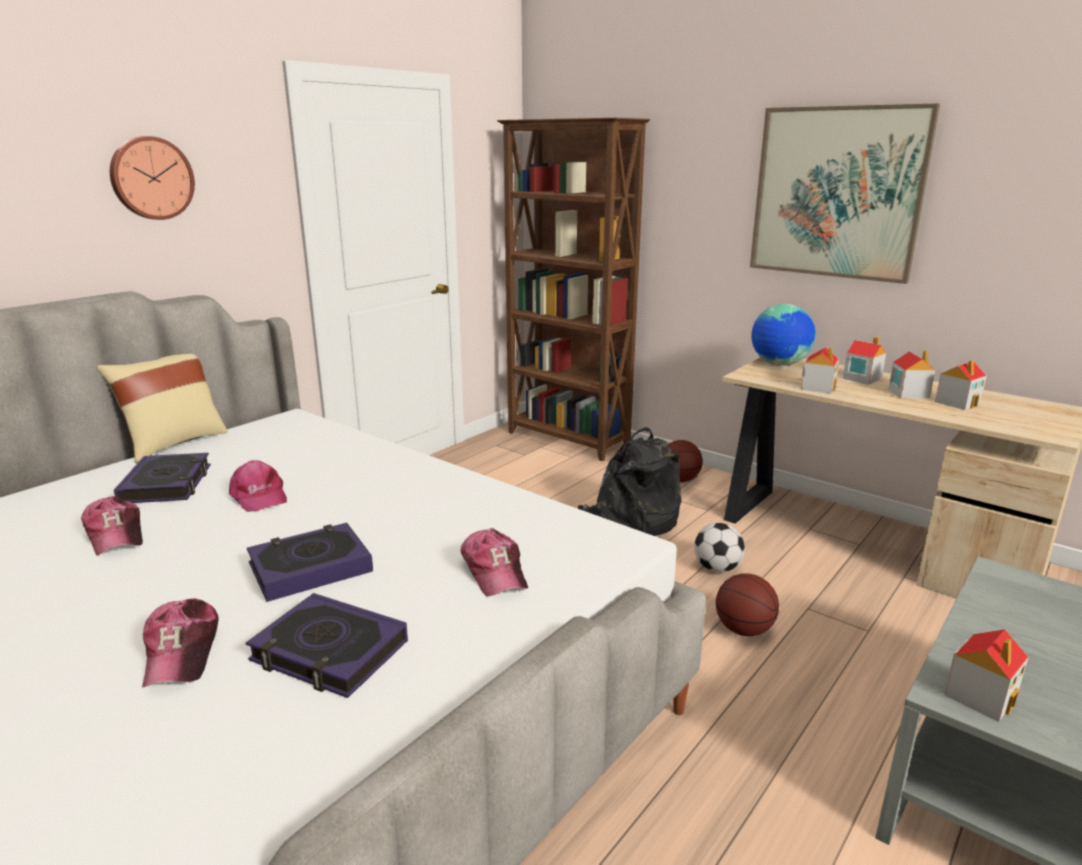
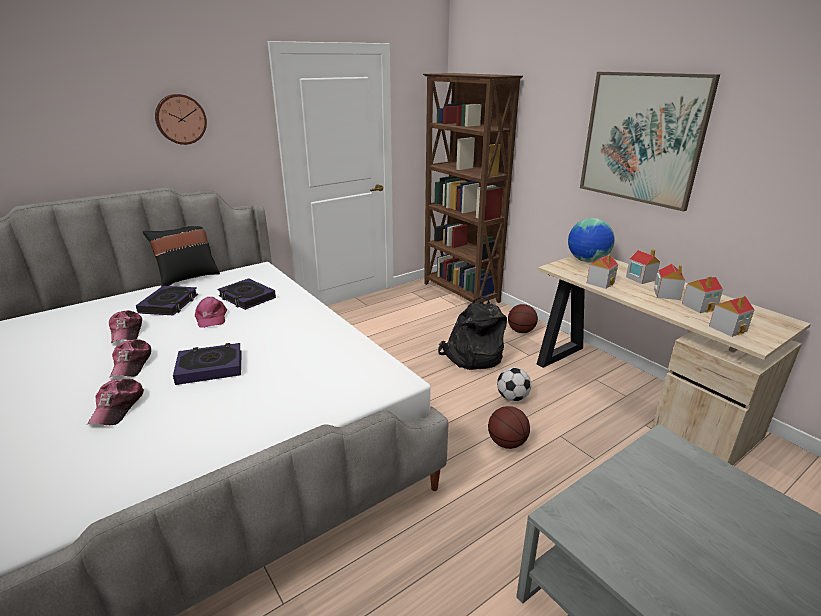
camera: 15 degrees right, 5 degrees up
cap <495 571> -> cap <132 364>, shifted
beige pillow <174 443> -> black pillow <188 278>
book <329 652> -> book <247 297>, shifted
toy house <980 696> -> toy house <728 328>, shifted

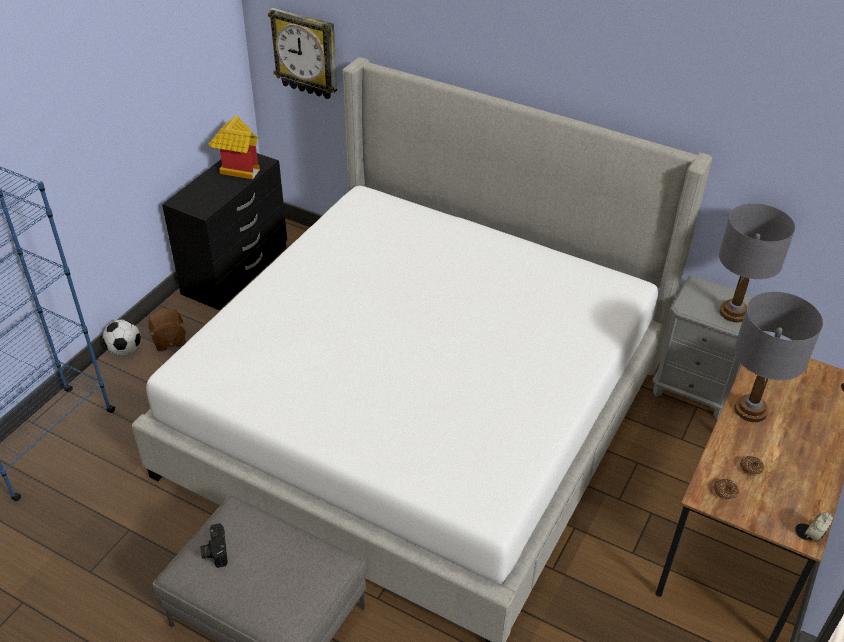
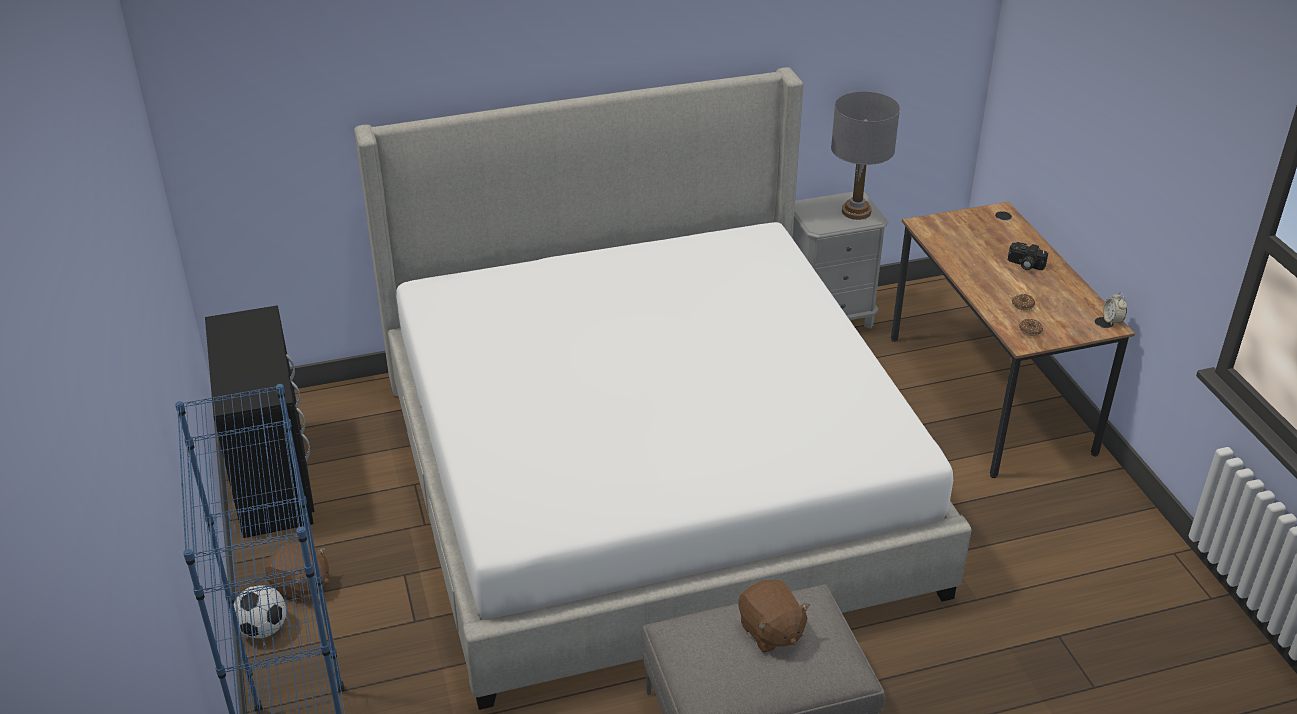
camera: 45 degrees left, 5 degrees down
none -> brown plush toy <770 632>
photo camera <214 551> -> photo camera <1024 265>, shifted
toy house <237 167> -> none
wall clock <306 53> -> none
grey table lamp <751 410> -> none

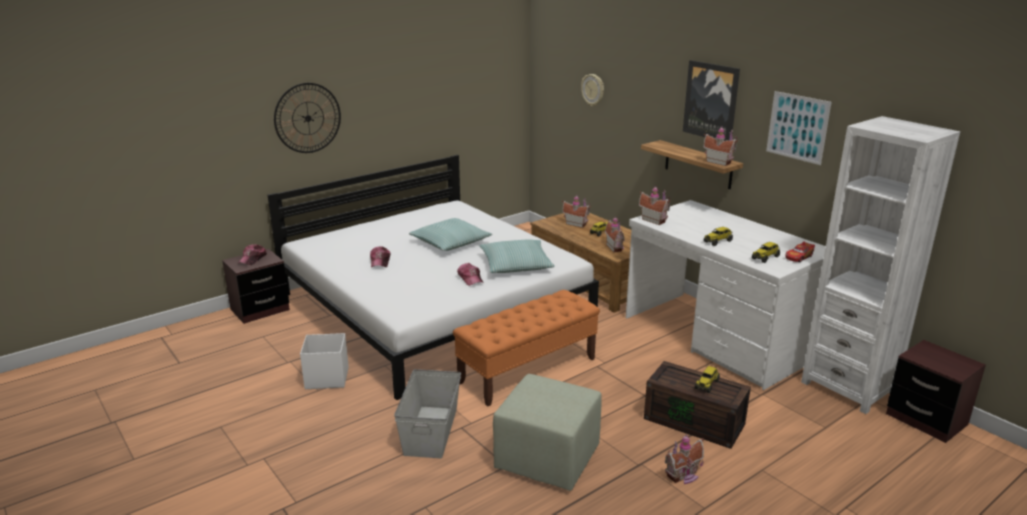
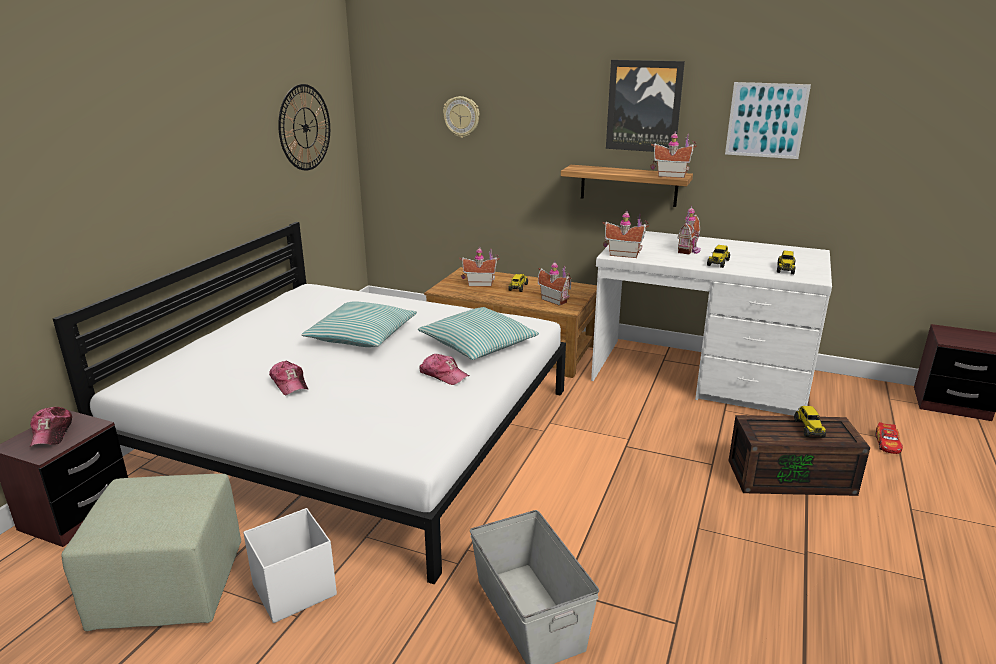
camera: 30 degrees left, 0 degrees up
green ottoman <548 459> -> green ottoman <172 587>, shifted
wall clock <308 118> -> wall clock <305 128>, shifted
toy house <684 476> -> toy house <689 250>, shifted
toy car <799 257> -> toy car <887 444>, shifted
orange bench <528 370> -> none
white bookcase <848 387> -> none

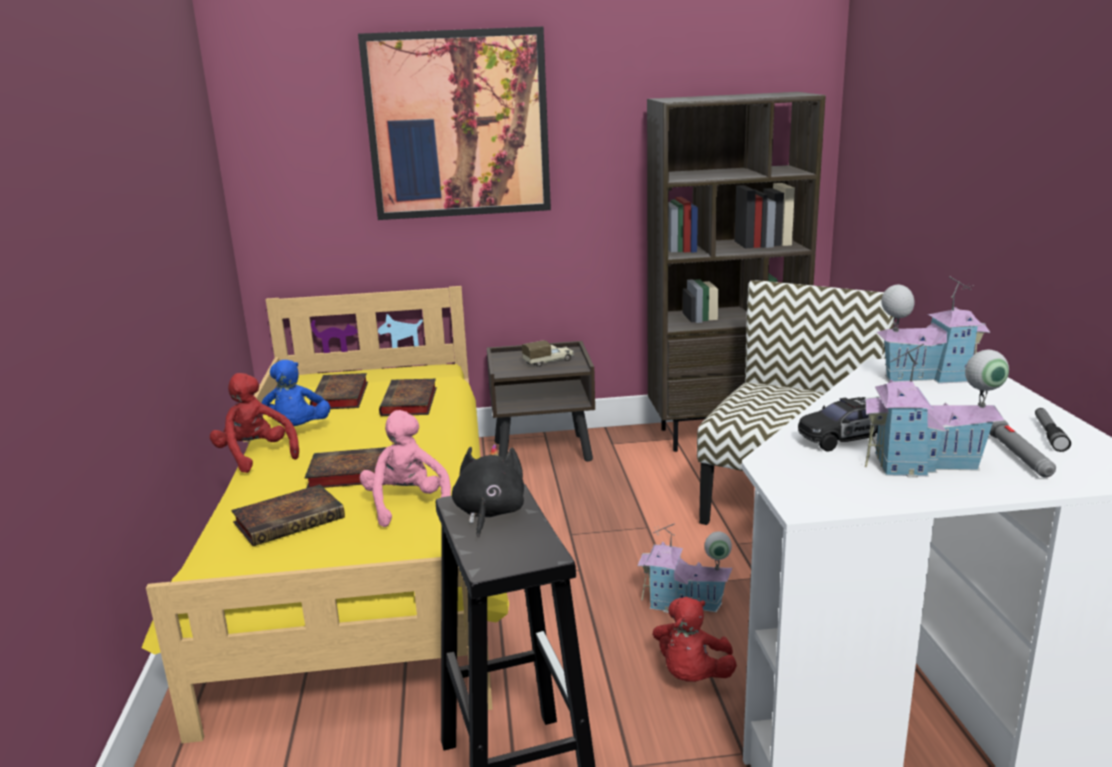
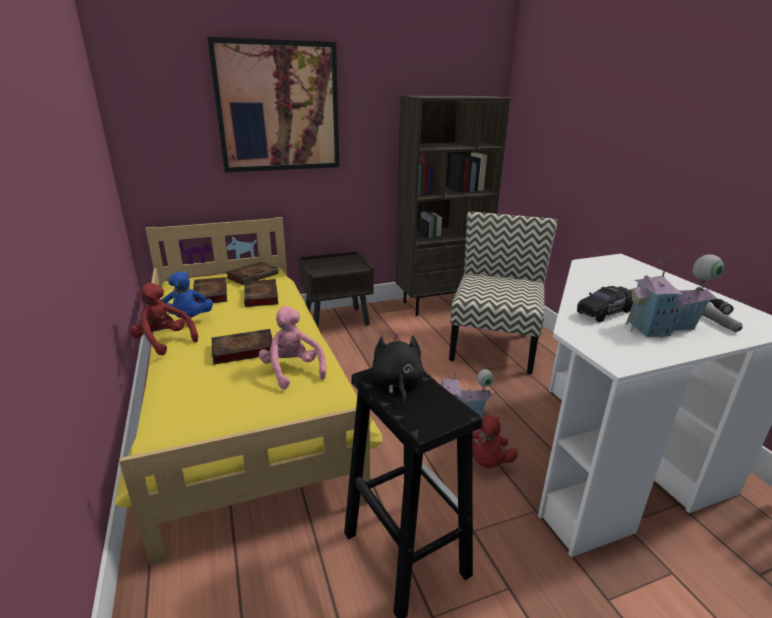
camera: 15 degrees left, 5 degrees up
book <291 520> -> book <253 275>, shifted
toy truck <549 361> -> none
toy house <926 376> -> none

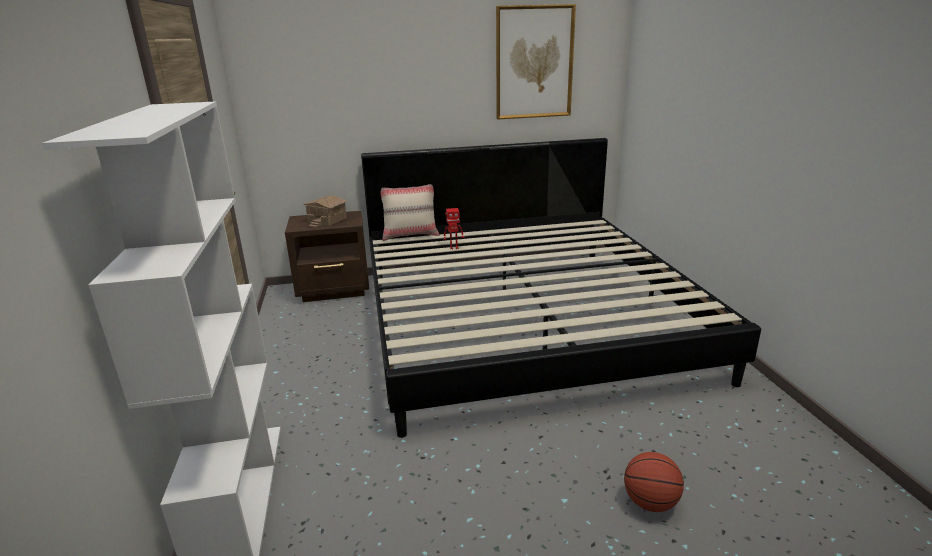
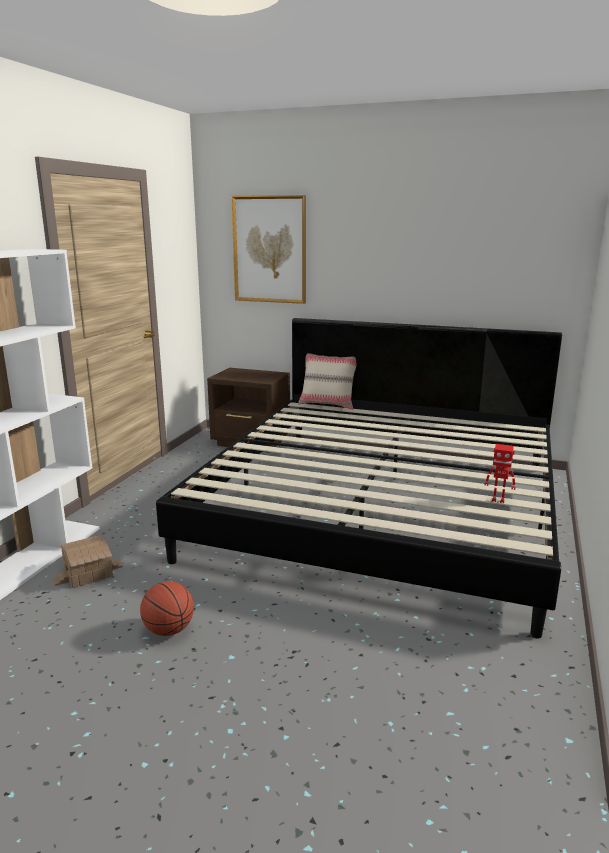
camera: 30 degrees right, 5 degrees down
toy house <326 220> -> toy house <88 572>, shifted
basketball <650 502> -> basketball <169 630>, shifted
picture <534 63> -> picture <269 249>, shifted
toy robot <454 248> -> toy robot <498 500>, shifted

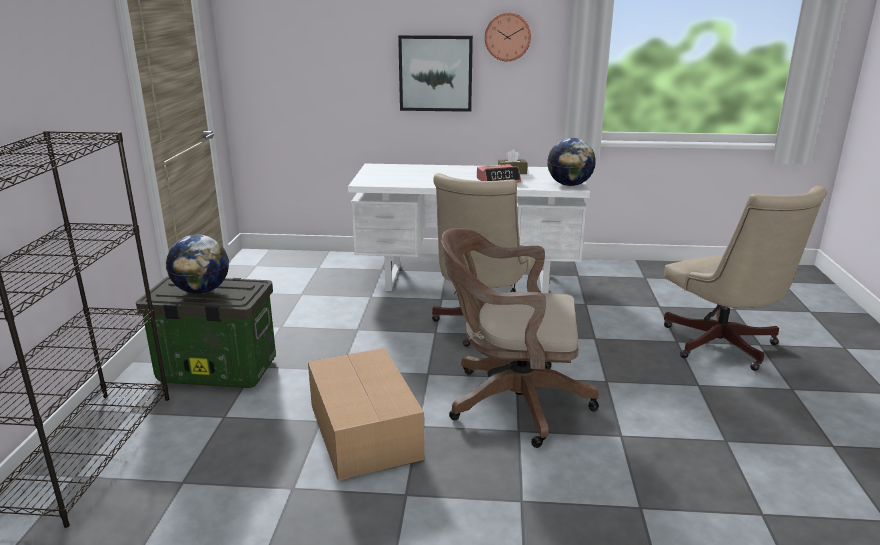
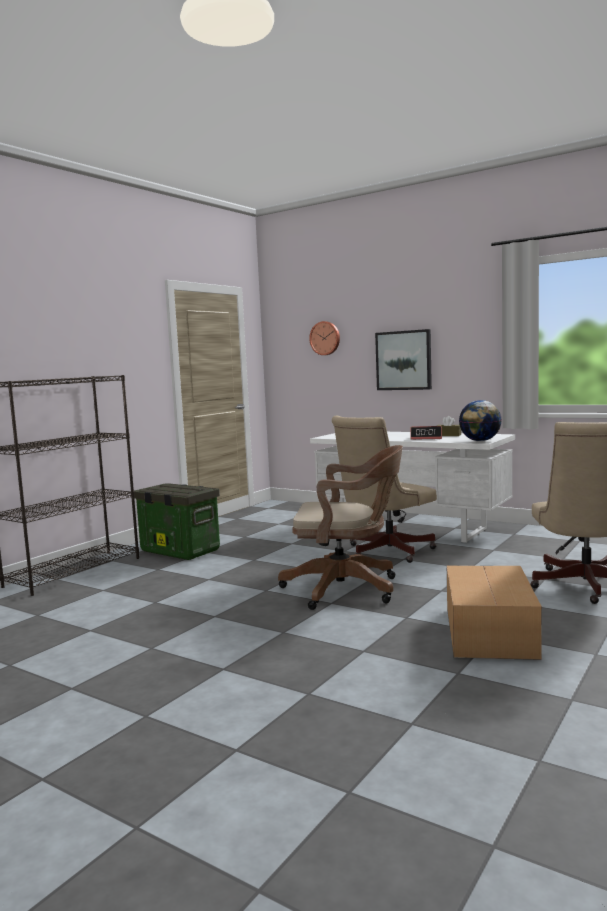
camera: 30 degrees right, 15 degrees down
brown office chair <510 401> -> brown office chair <347 589>, 150 degrees clockwise
wall clock <507 37> -> wall clock <325 338>, shifted
cardboard box <365 429> -> cardboard box <490 631>, shifted
globe <201 291> -> none

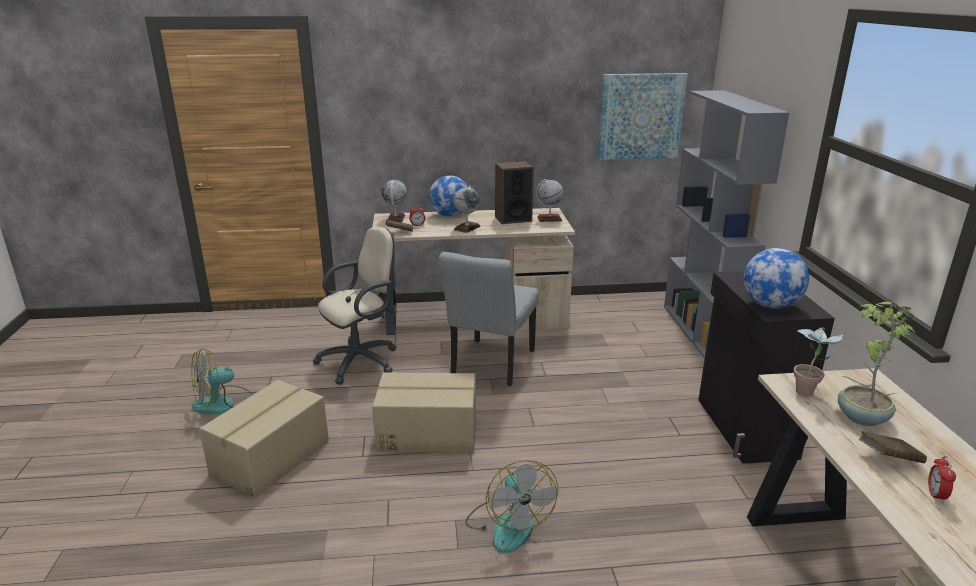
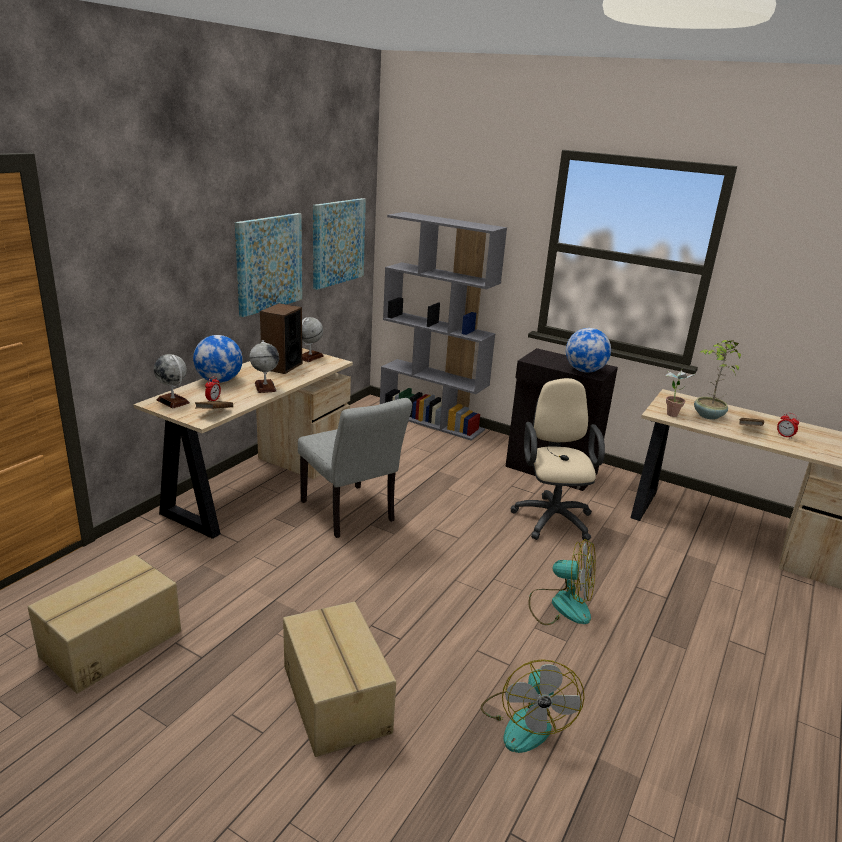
camera: 55 degrees left, 0 degrees up
cardboard box <427 433> -> cardboard box <110 643>, shifted
none -> picture <268 263>
fan <223 403> -> fan <525 721>, shifted
beige office chair <362 361> -> beige office chair <552 517>, shifted

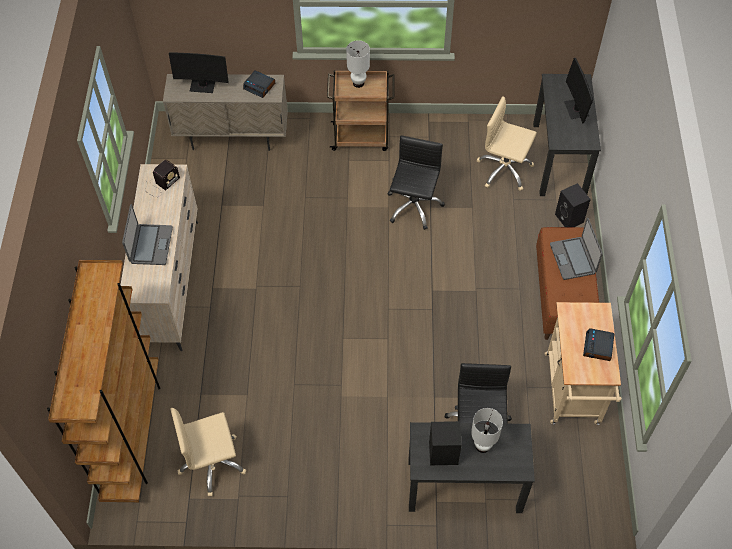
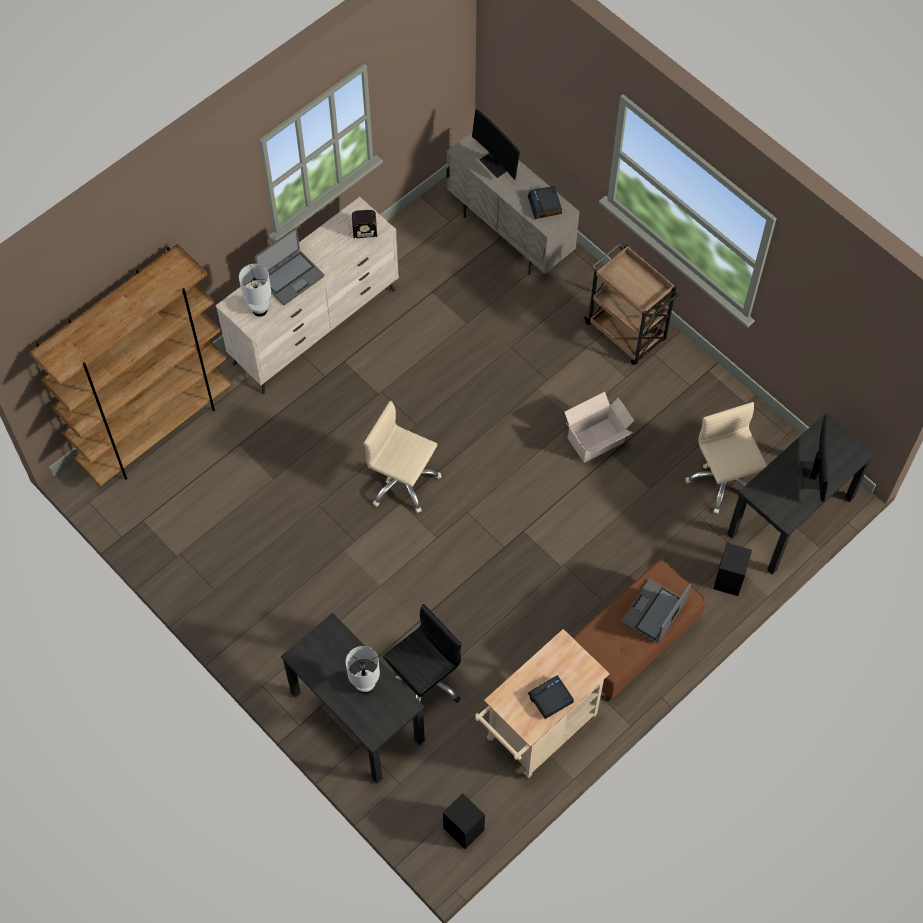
camera: 45 degrees right, 5 degrees up
white table lamp <358 83> -> white table lamp <260 310>, shifted
beige office chair <212 463> -> beige office chair <402 481>, shifted
black speaker <444 453> -> black speaker <464 829>, shifted
black office chair <413 206> -> cardboard box <597 440>
monitor <576 109> -> monitor <814 476>, 150 degrees clockwise

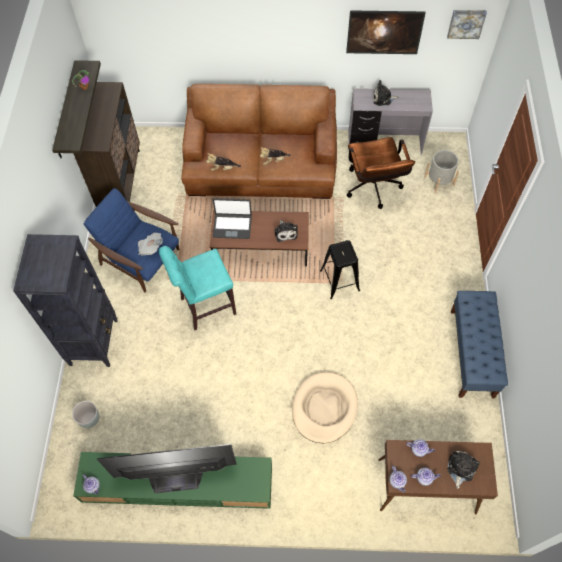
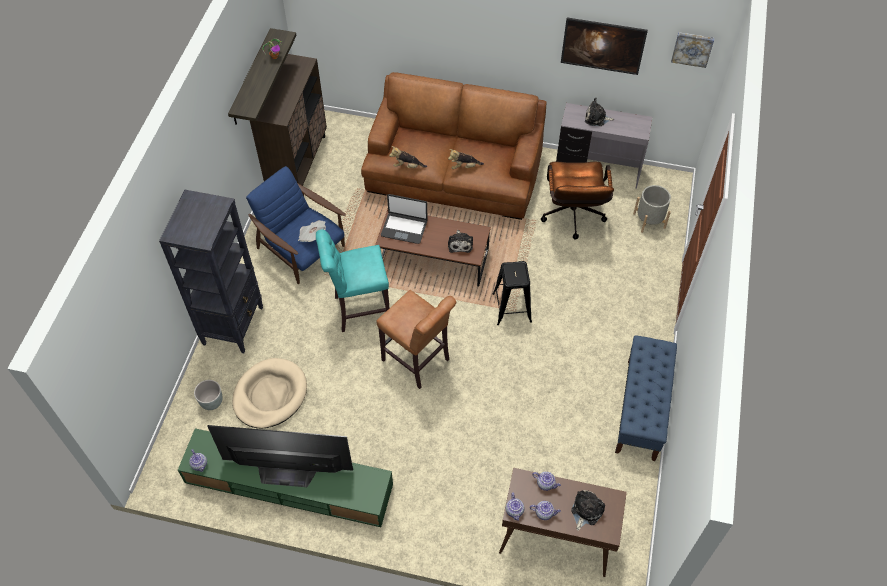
camera: 10 degrees right, 5 degrees down
beige dog bed <324 408> -> beige dog bed <270 395>, shifted
none -> brown stool <418 362>

